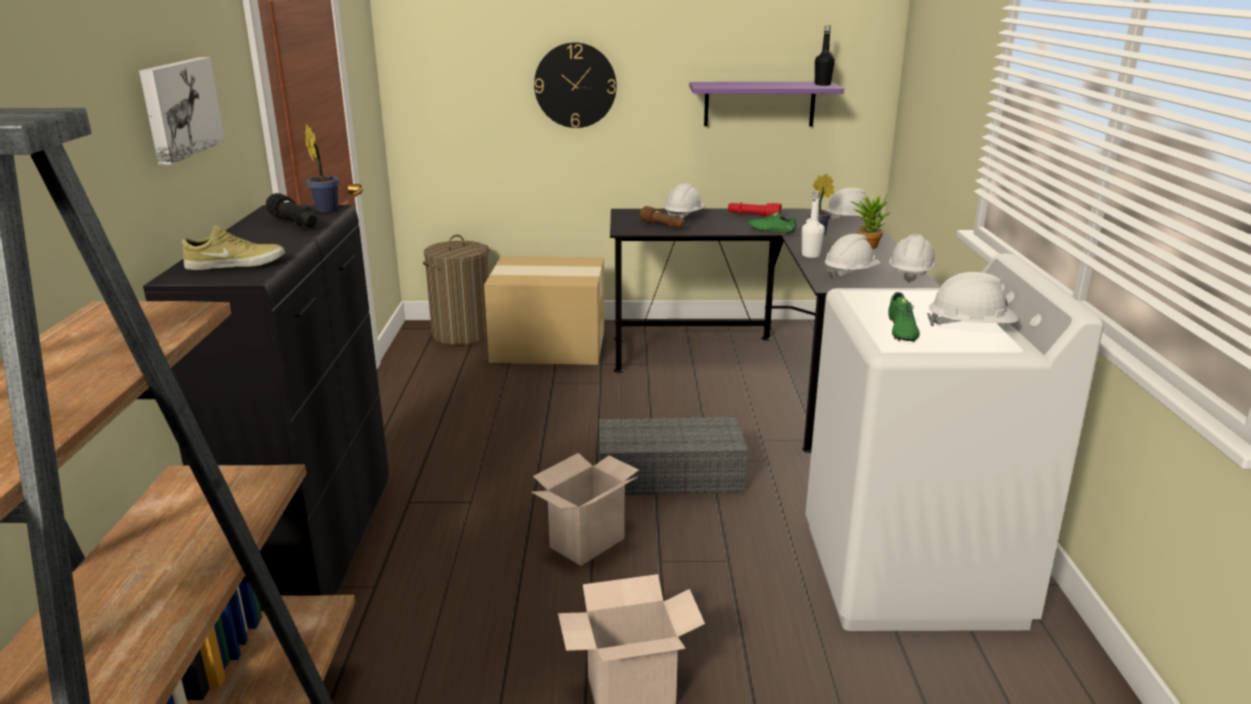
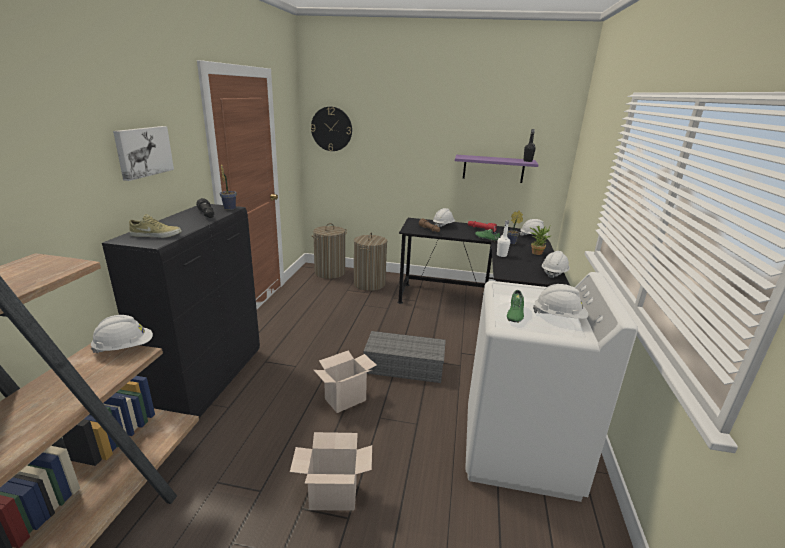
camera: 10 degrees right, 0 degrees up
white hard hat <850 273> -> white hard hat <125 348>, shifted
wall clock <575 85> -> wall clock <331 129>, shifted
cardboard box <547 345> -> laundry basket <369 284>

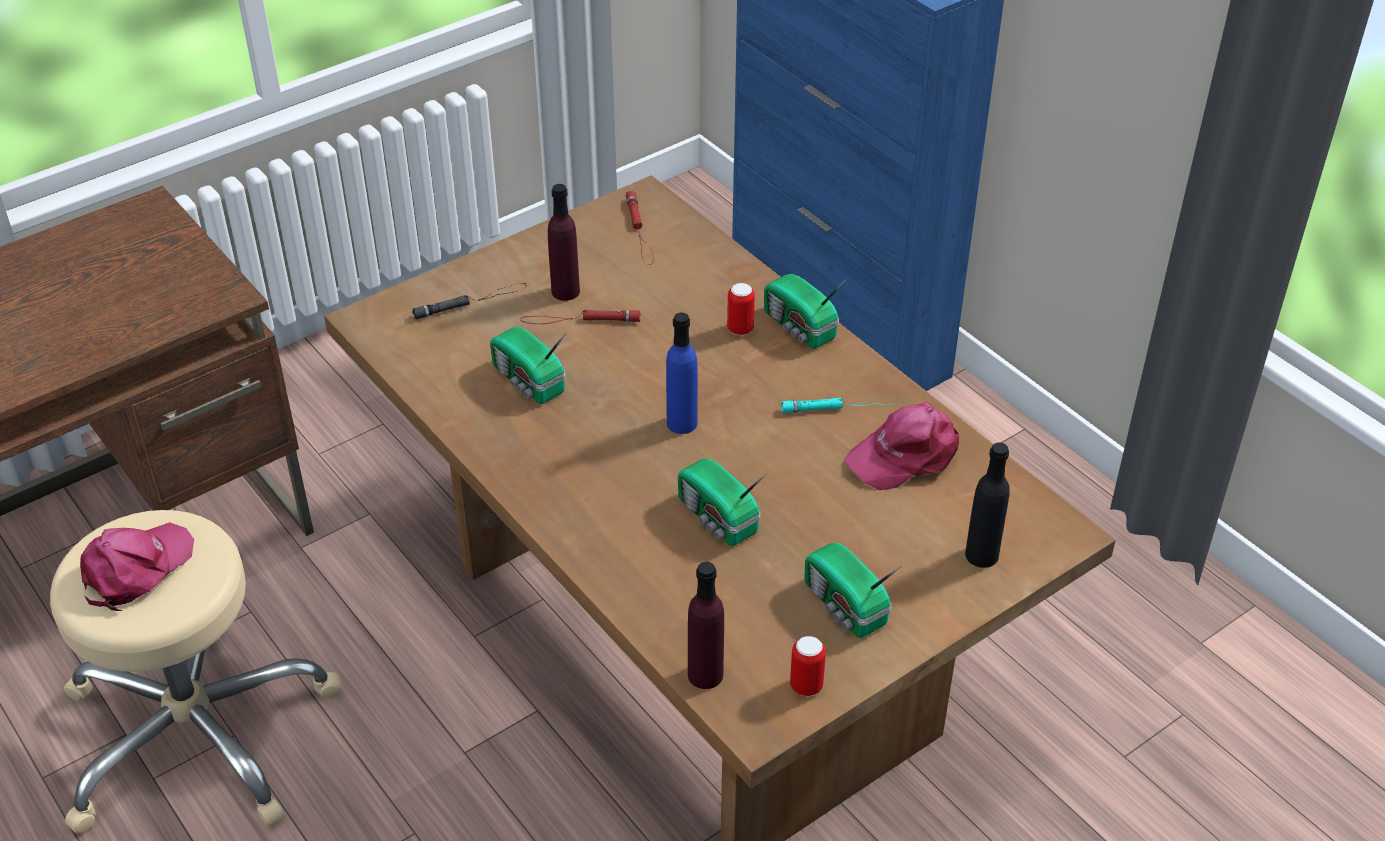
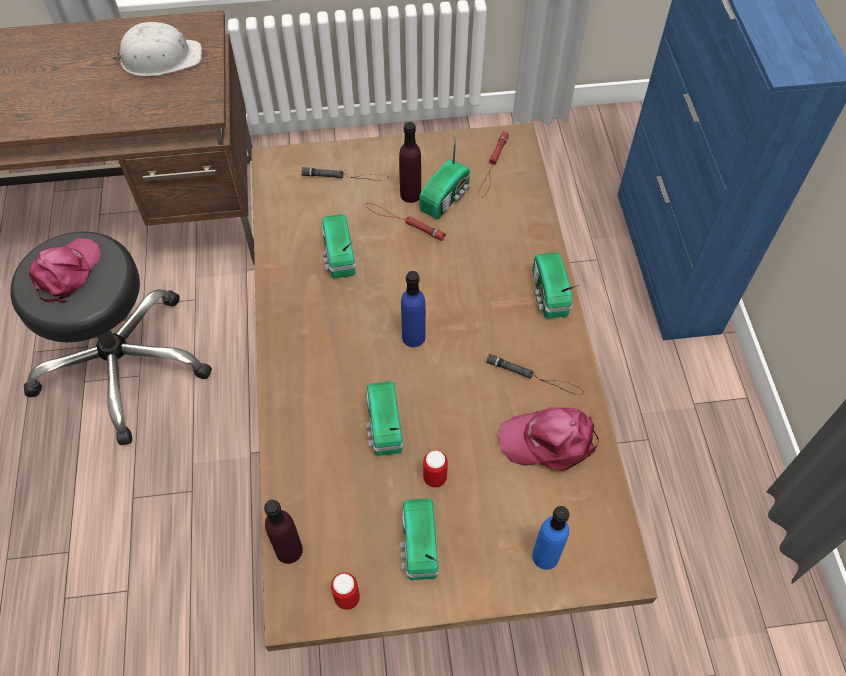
camera: 30 degrees right, 15 degrees up
beige stool <196 731> -> black stool <122 363>
pink cap <136 569> -> pink cap <67 273>, 45 degrees counterclockwise
none -> white hard hat <160 58>
none -> radio <447 197>
can <740 329> -> can <435 478>, shifted
turquoise flashlight <844 405> -> black flashlight <534 376>
black bottle <981 555> -> blue bottle <545 556>

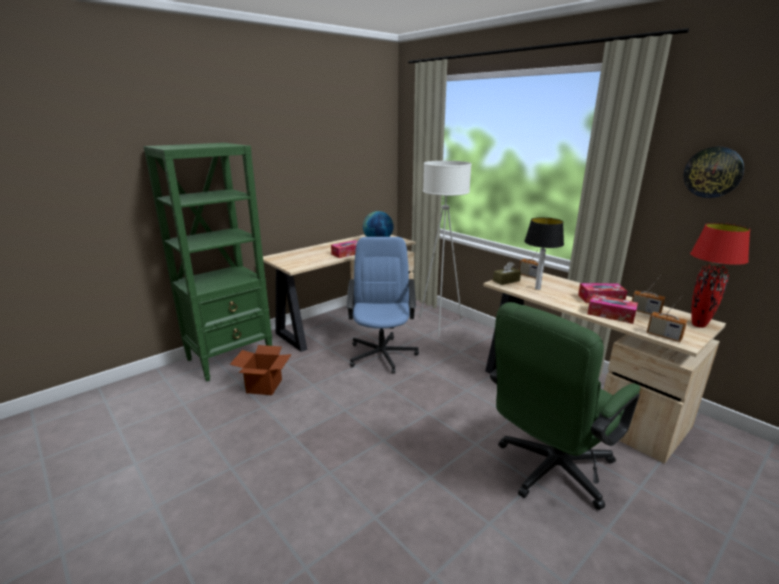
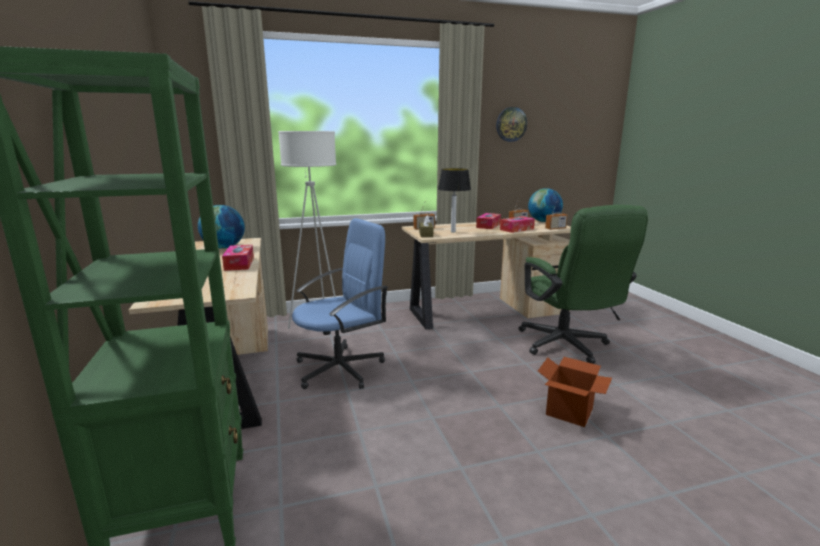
camera: 65 degrees left, 5 degrees down
blue office chair <382 354> -> blue office chair <341 368>, 120 degrees clockwise
red table lamp <698 325> -> globe <543 221>
cardboard box <264 386> -> cardboard box <569 412>, shifted

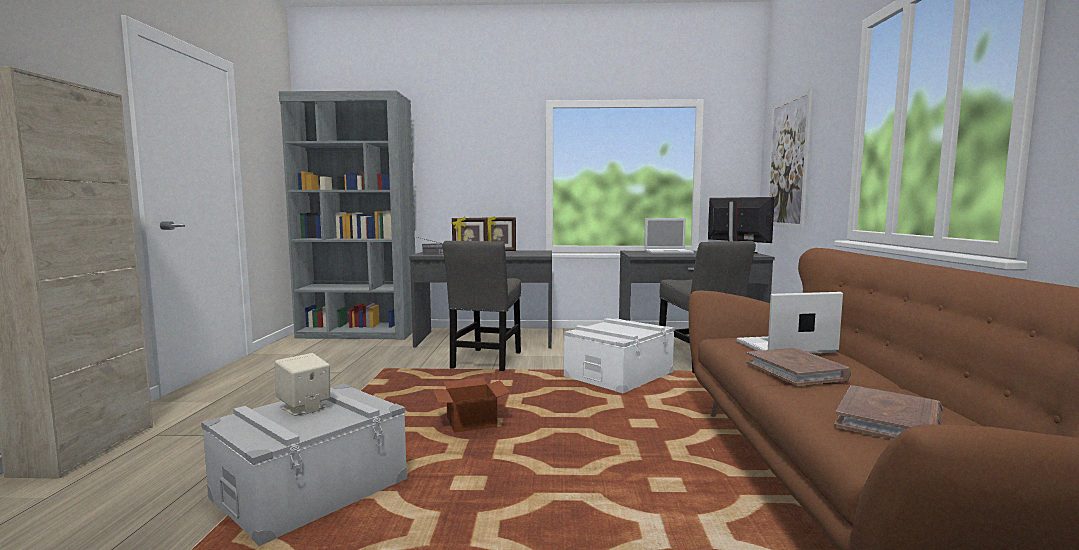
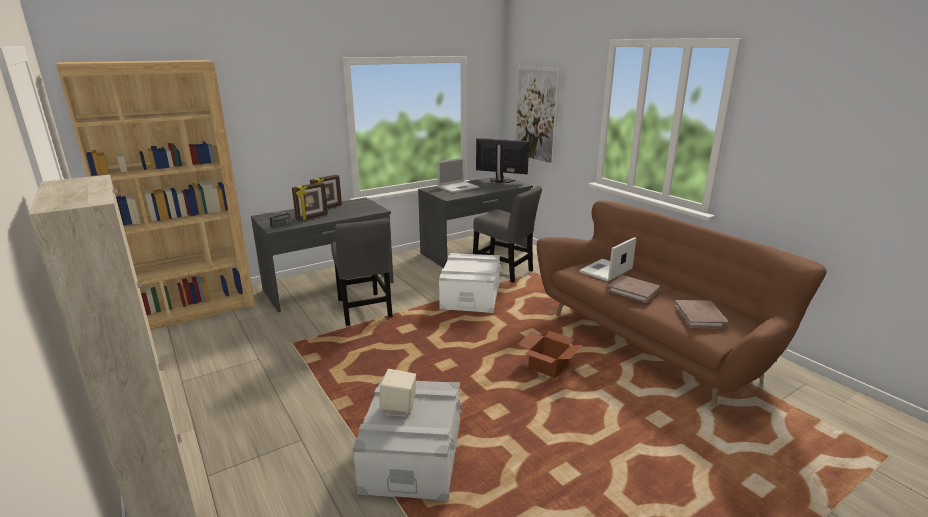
camera: 35 degrees left, 15 degrees up
grey bookcase <358 333> -> brown bookcase <193 310>
cardboard box <472 422> -> cardboard box <548 366>, shifted

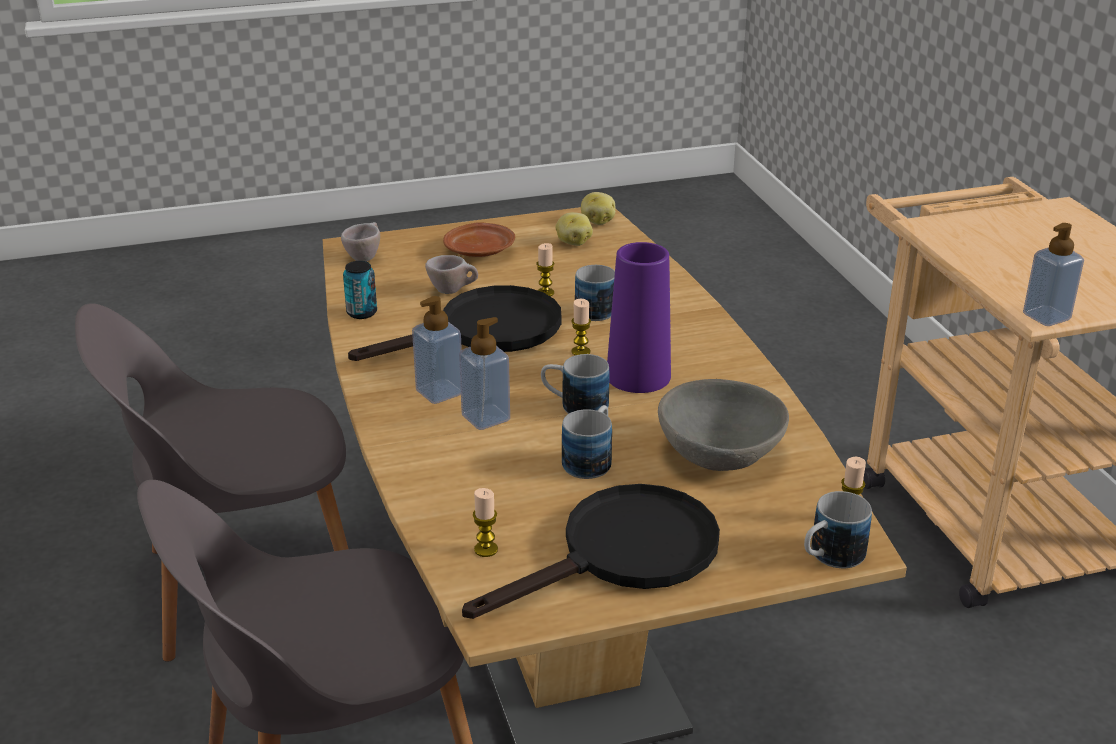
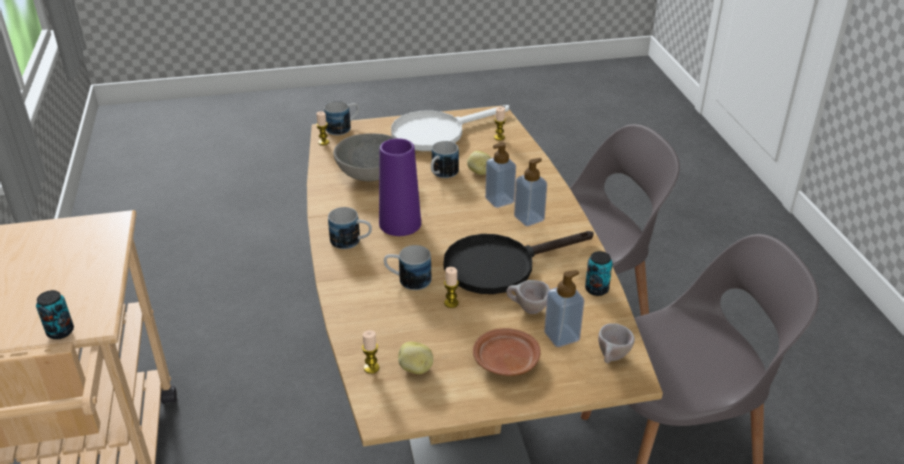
camera: 175 degrees left, 5 degrees up
none -> can <60 331>
mug <574 405> -> mug <351 242>, shifted
candle <580 352> -> candle <371 368>, shifted
black frying pan <622 555> -> white frying pan <436 132>
potato <598 221> -> potato <479 172>, shifted
soap dispenser <1046 316> -> soap dispenser <561 336>, shifted

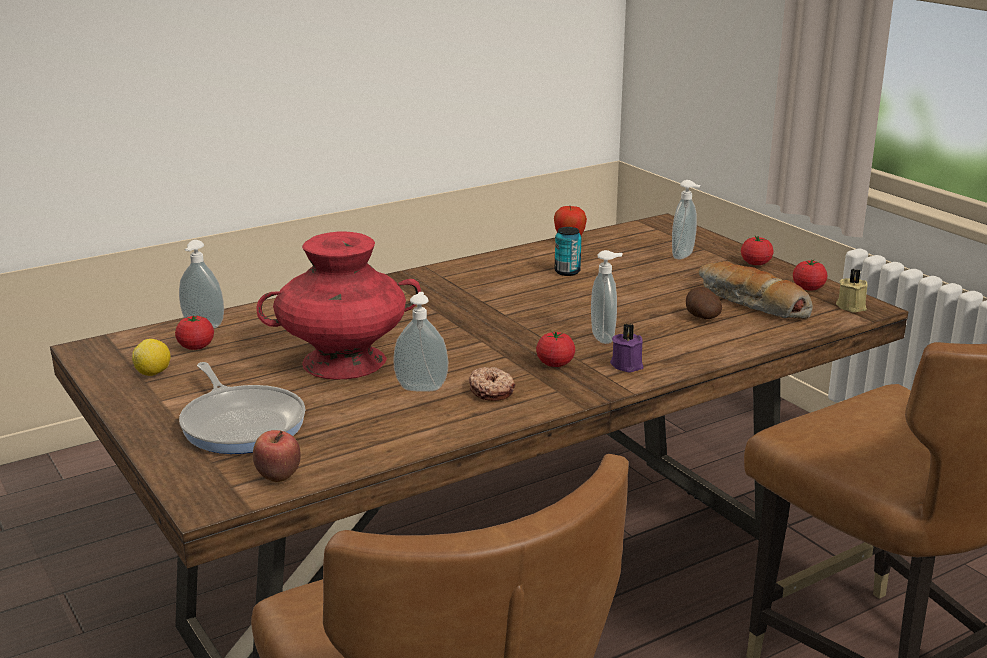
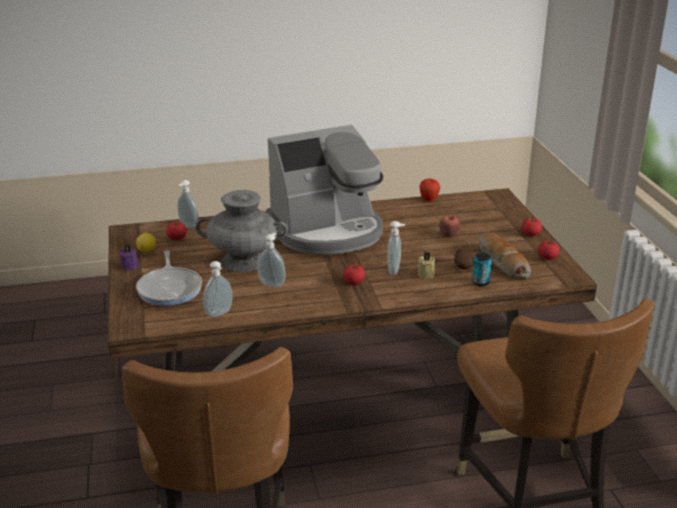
camera: 20 degrees right, 5 degrees up
purple candle <627 365> -> purple candle <130 266>, shifted
red vase <343 362> -> grey vase <243 261>
soap dispenser <684 256> -> soap dispenser <219 314>, shifted
none -> coffee machine <327 231>
beige candle <851 306> -> beige candle <426 274>, shifted
apple <278 478> -> apple <448 235>, shifted
can <567 272> -> can <480 282>, shifted
donut <492 391> -> none

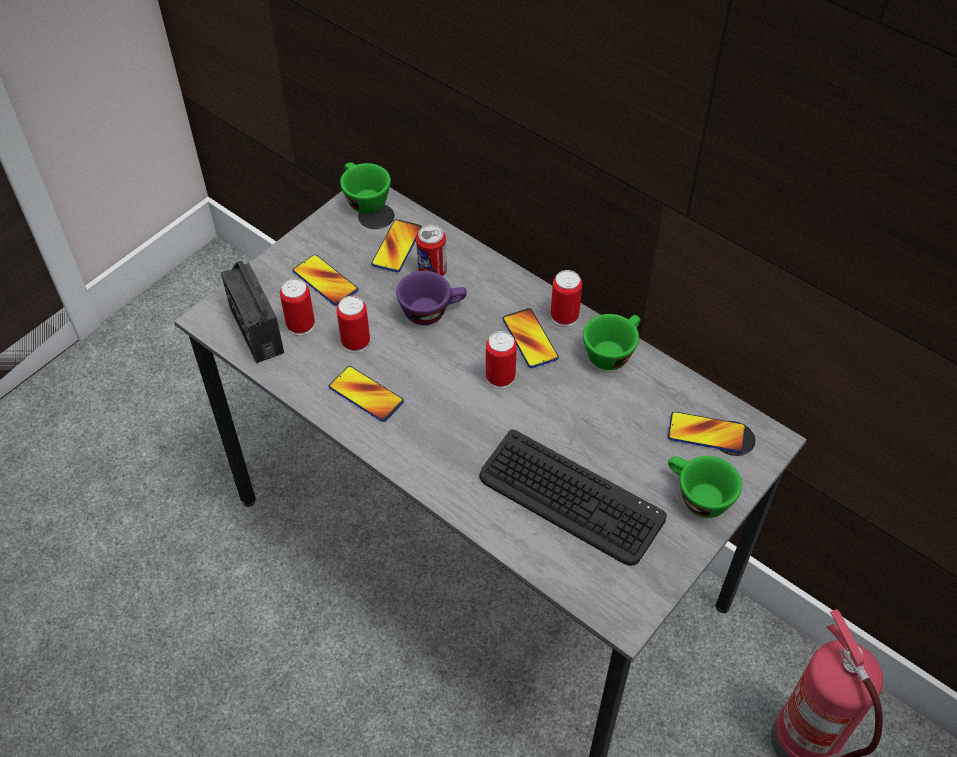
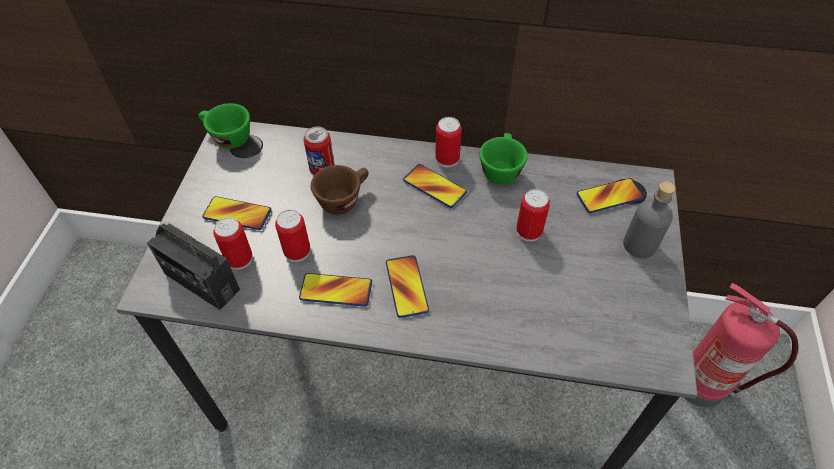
camera: 30 degrees left, 0 degrees up
purple cup <432 311> -> brown cup <343 199>
phone <397 247> -> phone <406 286>, shifted
can <500 377> -> can <529 231>, shifted
green cup <697 496> -> grey bottle <639 245>
keyboard <570 499> -> none

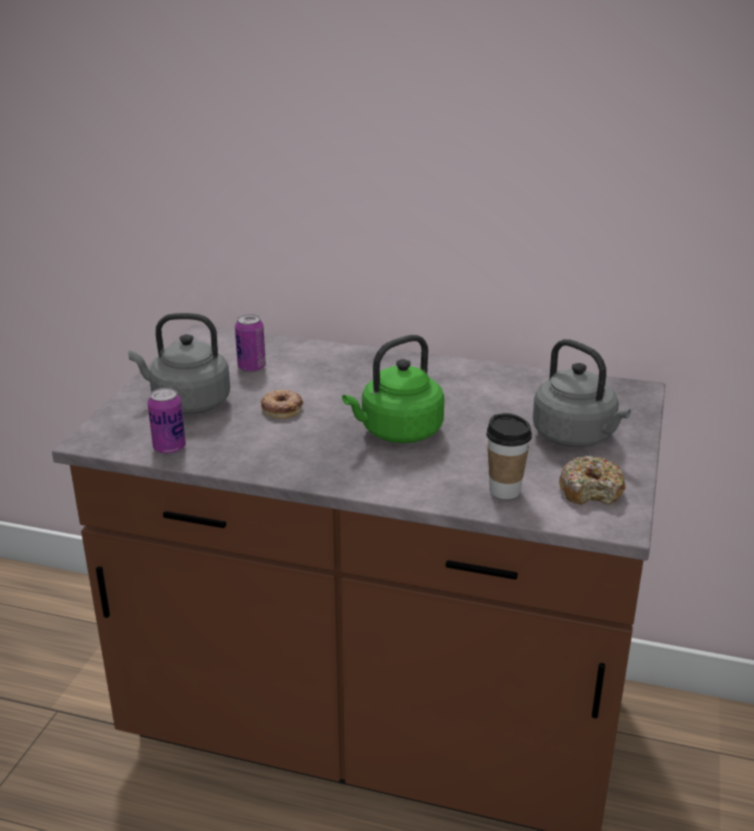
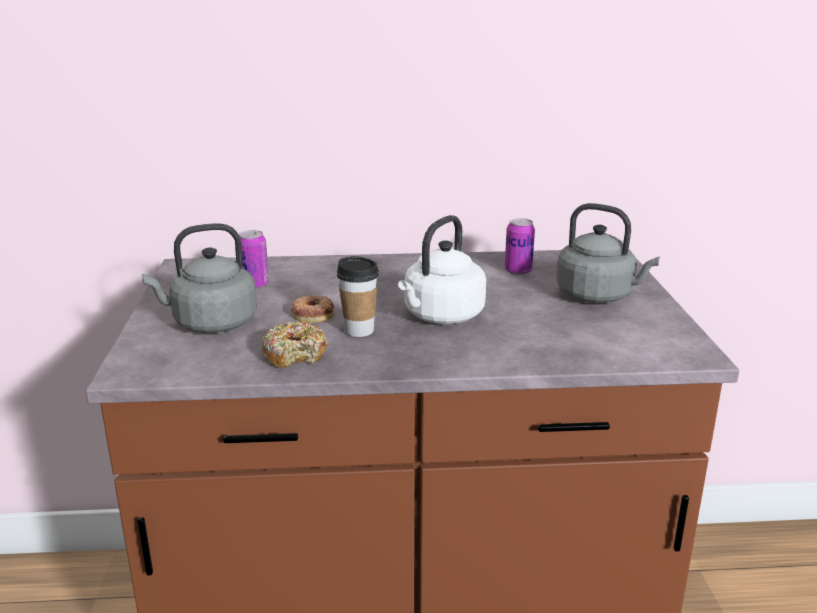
camera: 20 degrees left, 5 degrees down
donut <591 491> -> donut <295 354>, shifted
cup <504 490> -> cup <359 330>, shifted
green kettle <397 432> -> white kettle <441 316>
can <169 448> -> can <518 271>, shifted

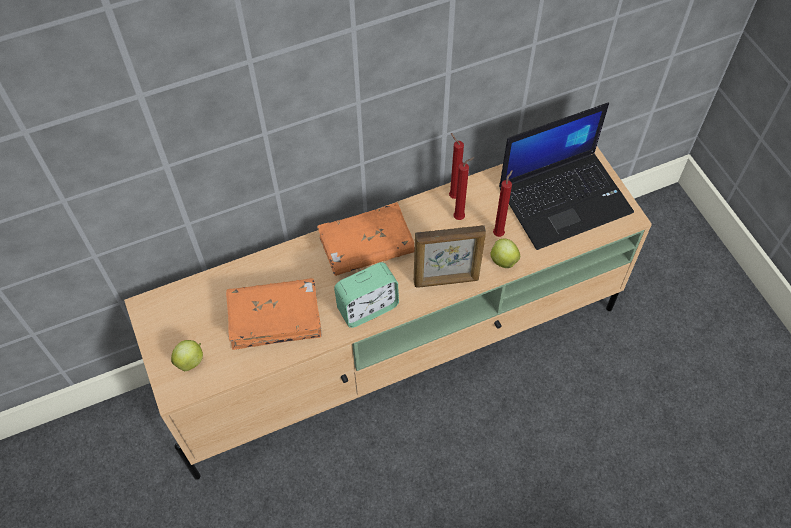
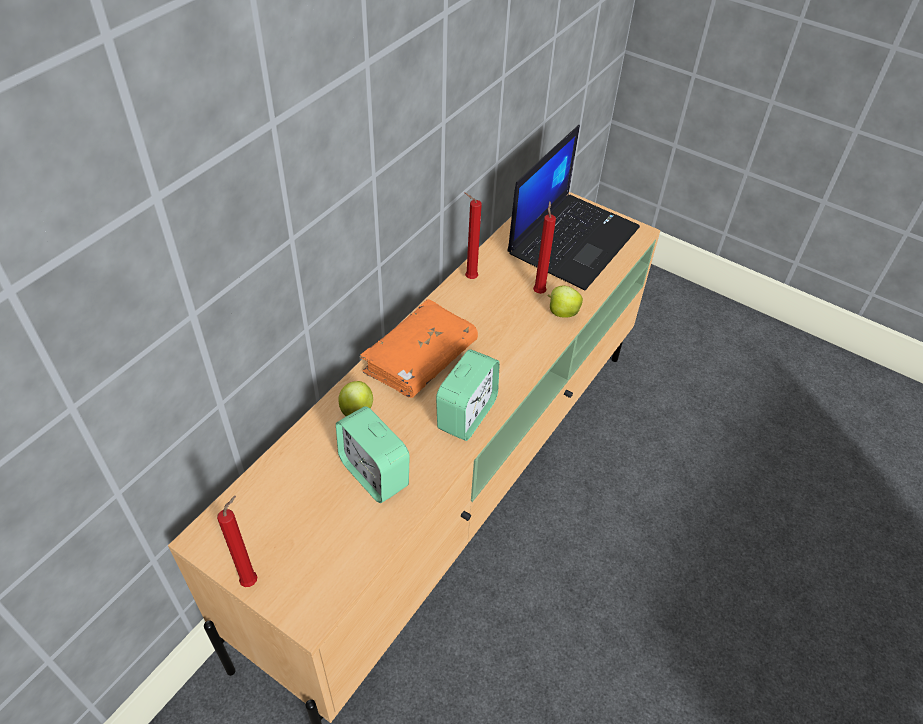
camera: 35 degrees left, 10 degrees down
red candle <460 217> -> red candle <252 580>, shifted
orange book <275 318> -> alarm clock <374 474>
apple <190 361> -> apple <356 410>, shifted
picture frame <446 281> -> none

